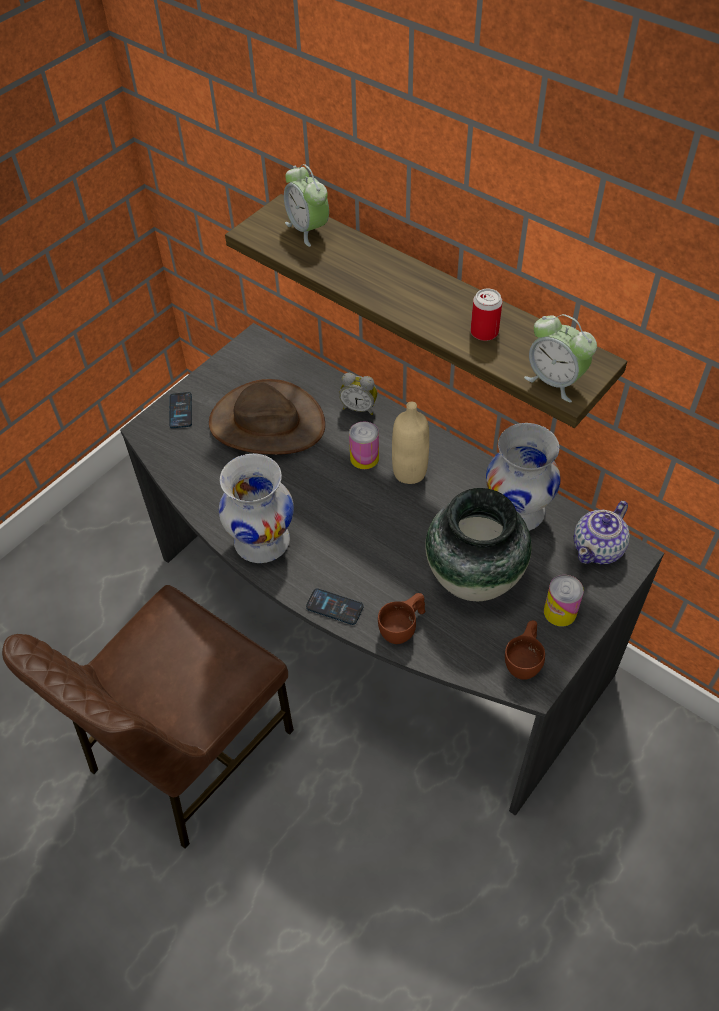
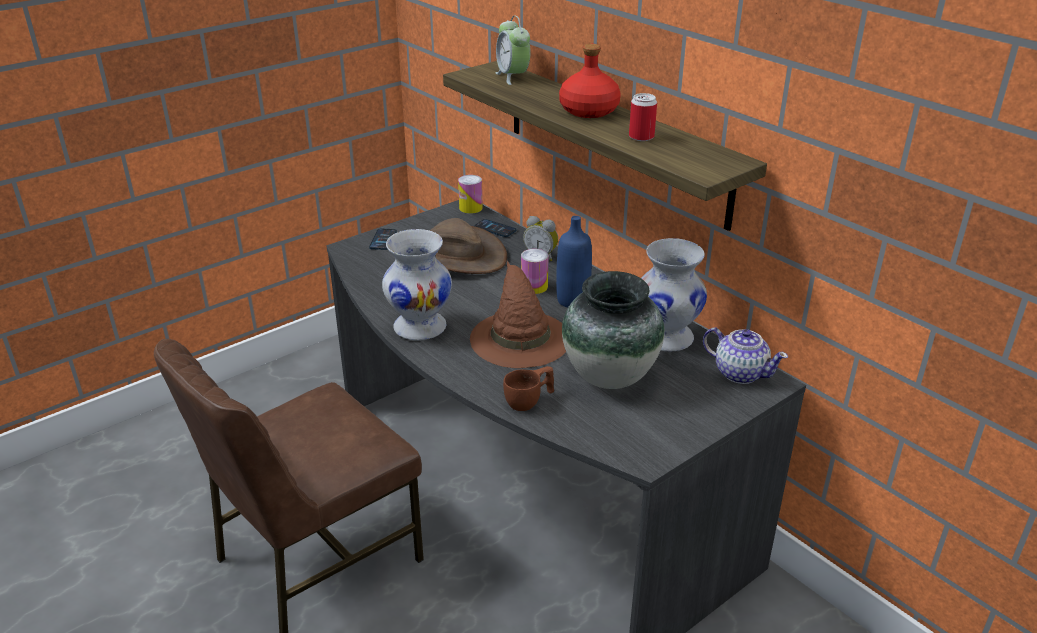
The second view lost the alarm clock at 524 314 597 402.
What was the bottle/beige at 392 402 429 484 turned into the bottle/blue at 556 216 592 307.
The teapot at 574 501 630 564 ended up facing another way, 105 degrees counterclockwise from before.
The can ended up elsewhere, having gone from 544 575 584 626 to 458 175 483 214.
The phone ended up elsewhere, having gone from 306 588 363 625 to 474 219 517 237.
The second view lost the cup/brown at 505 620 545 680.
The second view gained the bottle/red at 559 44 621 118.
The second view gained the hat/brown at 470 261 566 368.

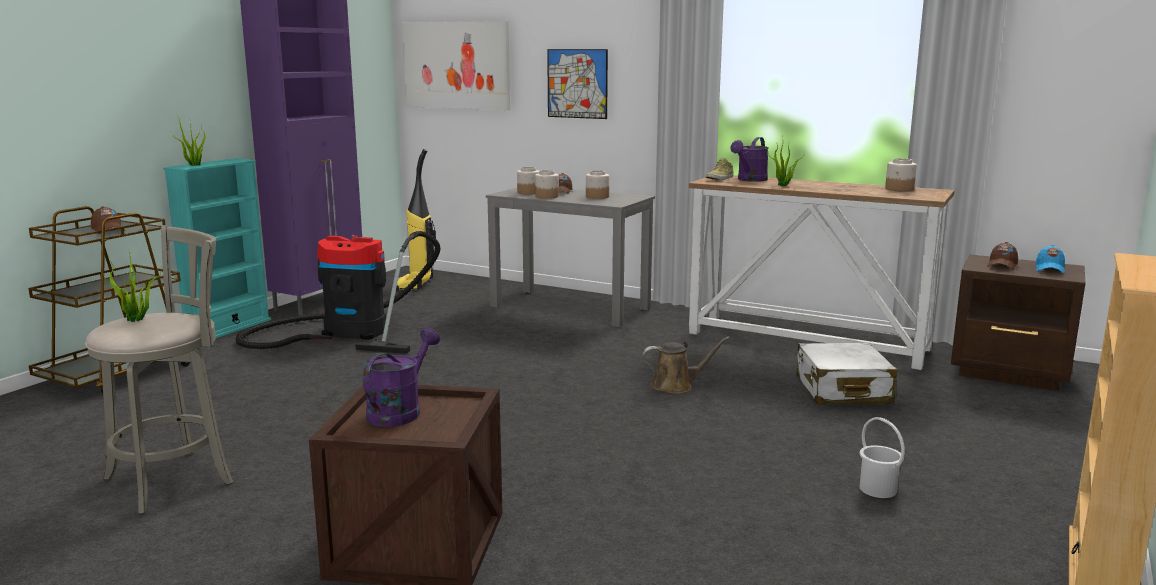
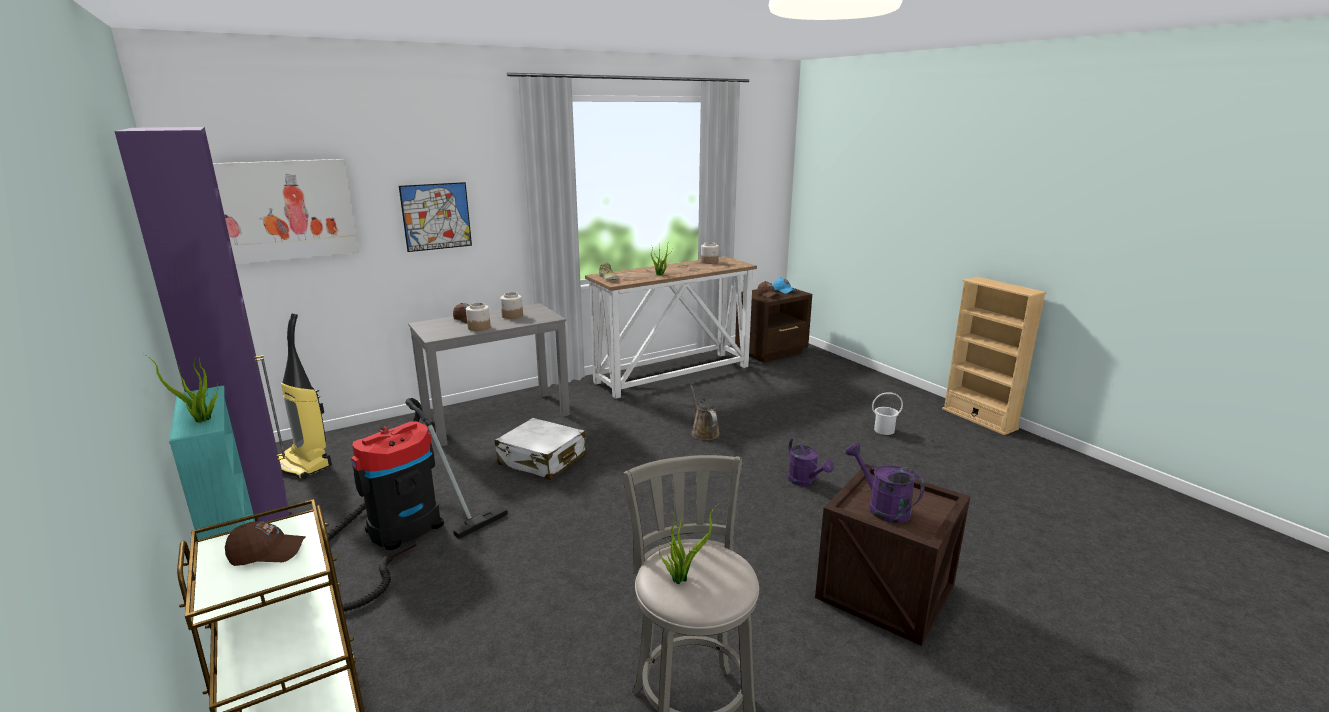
The watering can/purple ended up elsewhere, having gone from 730 137 769 182 to 788 438 834 486.
The second view lost the jar at 517 167 539 194.
The watering can/brown at 642 336 730 394 ended up facing another way, 45 degrees counterclockwise from before.
The suitcase/white ended up elsewhere, having gone from 796 342 897 404 to 495 418 587 480.

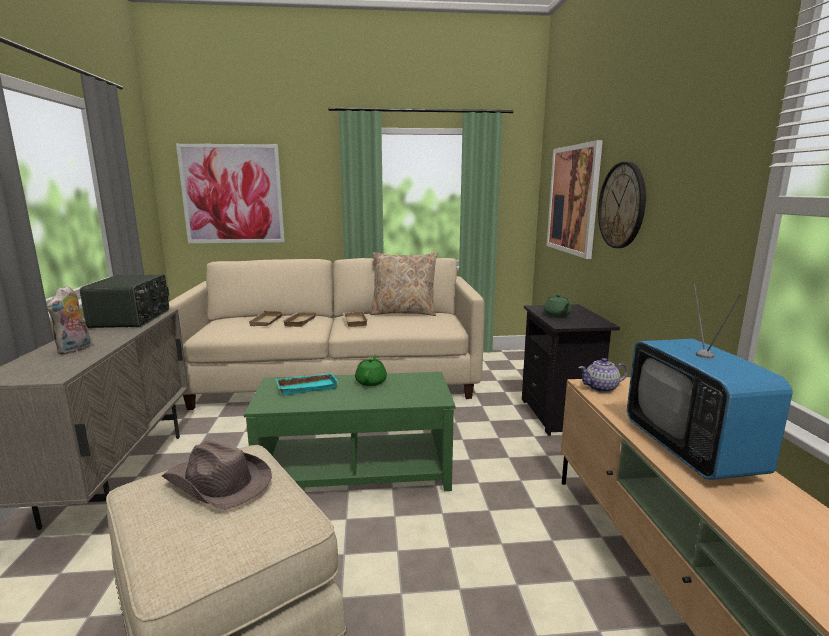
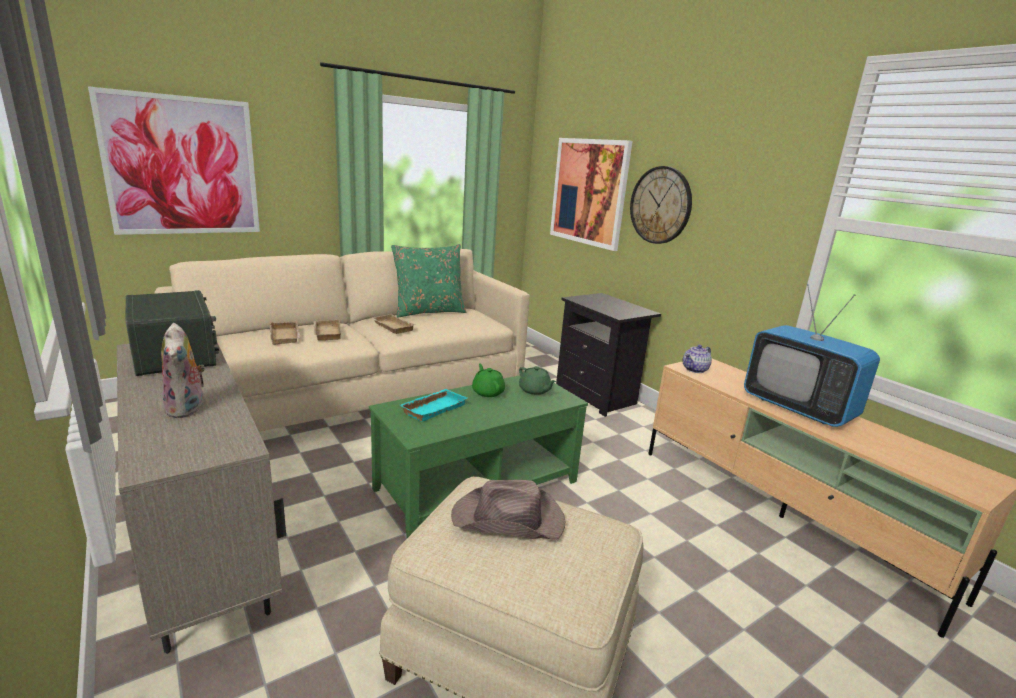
What was the pillow/beige at 370 252 437 316 turned into the pillow/green at 391 244 466 318.
The teapot/green ended up elsewhere, having gone from 544 294 571 317 to 519 366 556 395.

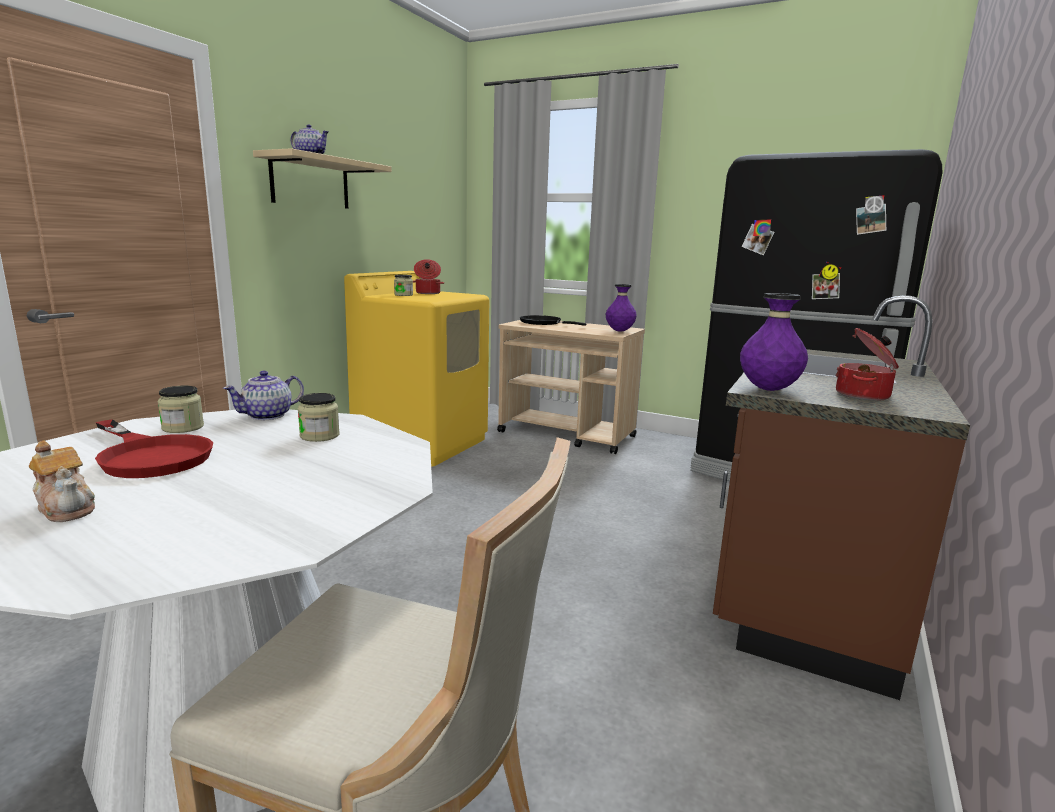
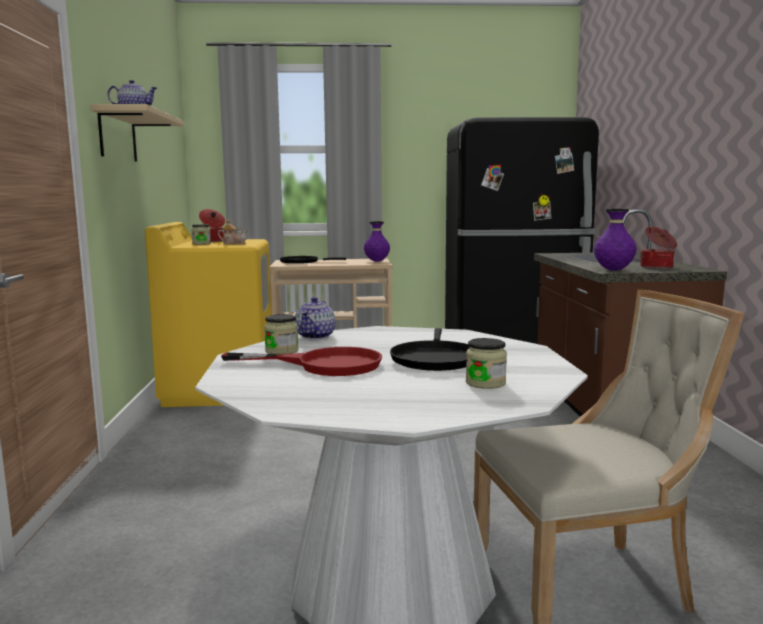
The jar ended up elsewhere, having gone from 298 393 340 442 to 466 338 507 389.
The teapot ended up elsewhere, having gone from 29 441 95 522 to 218 220 248 244.
The second view gained the frying pan/black at 390 328 470 371.

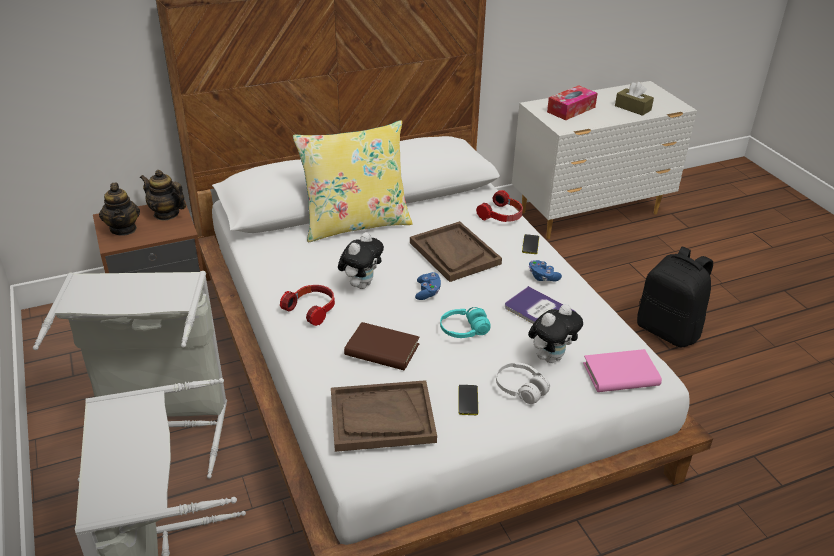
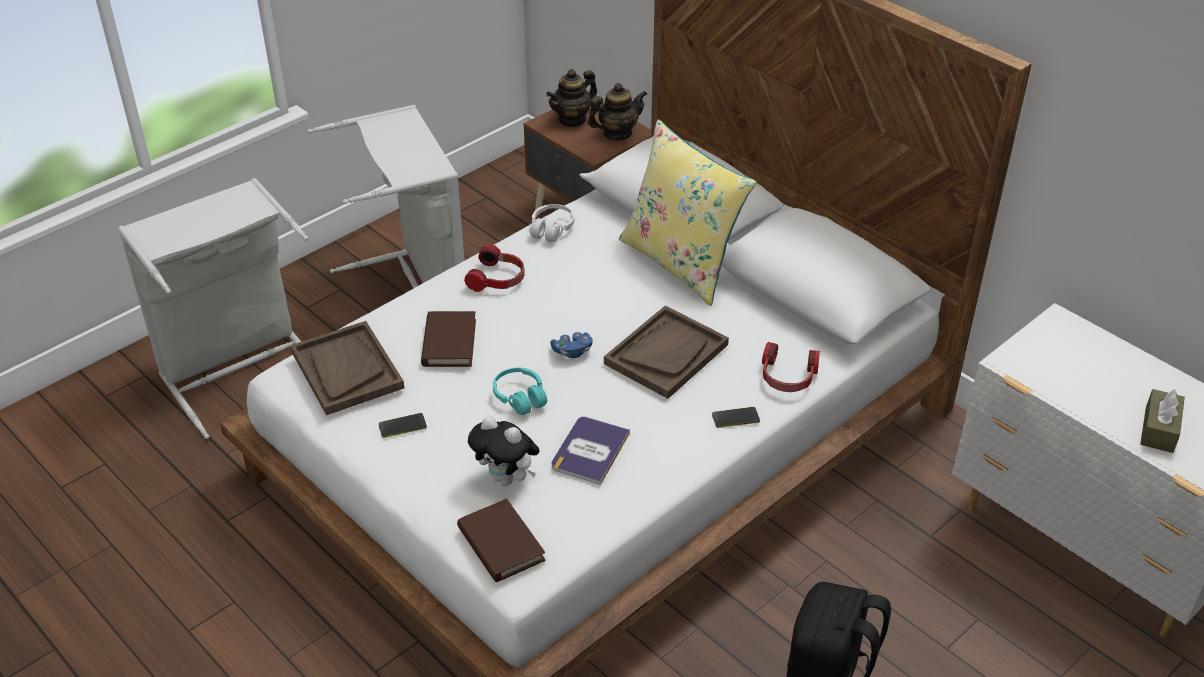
The second view lost the tissue box at 547 85 598 120.
The teapot at 140 170 186 221 ended up facing another way, 60 degrees clockwise from before.
The second view lost the plush toy at 338 232 384 289.
The second view lost the game controller/blue at 529 260 562 282.
What was the book/pink at 583 349 662 392 turned into the book/brown at 457 499 546 582.
The headphones/white ended up elsewhere, having gone from 496 362 550 404 to 530 204 575 242.

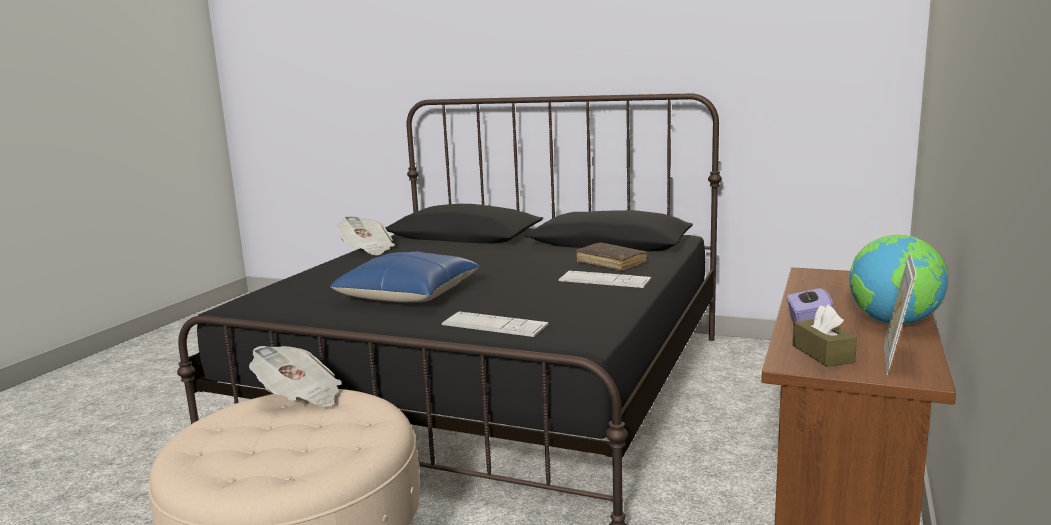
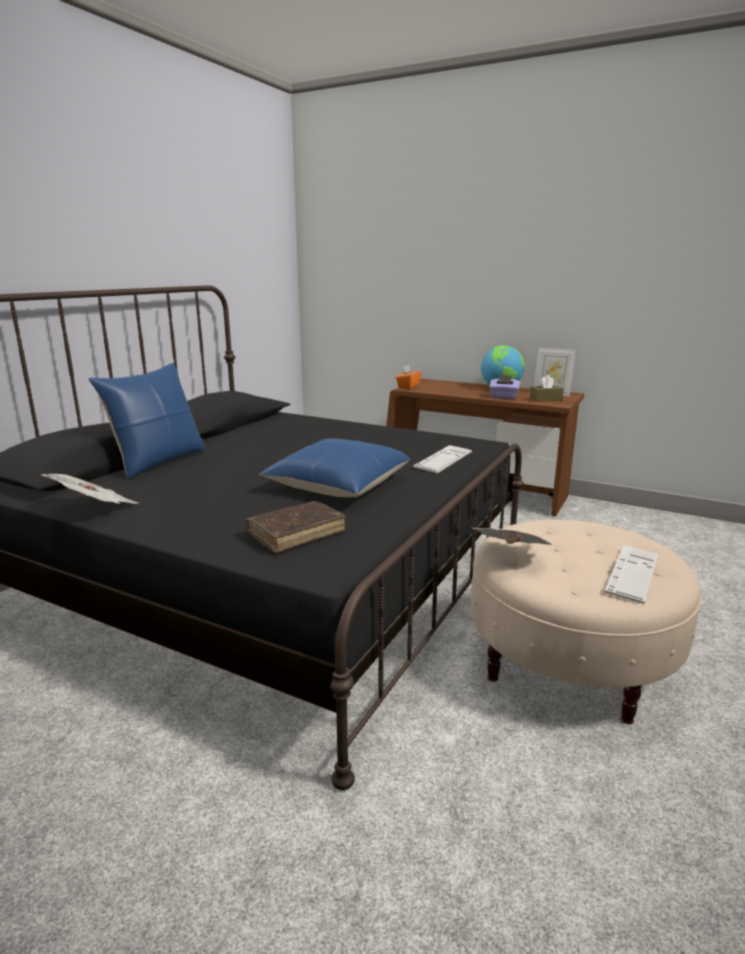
The book/brown ended up elsewhere, having gone from 576 243 647 271 to 246 501 345 553.
The keyboard ended up elsewhere, having gone from 559 271 651 288 to 605 545 658 604.
The second view gained the pillow/blue at 89 363 205 479.
The second view gained the tissue box/orange at 396 365 421 389.

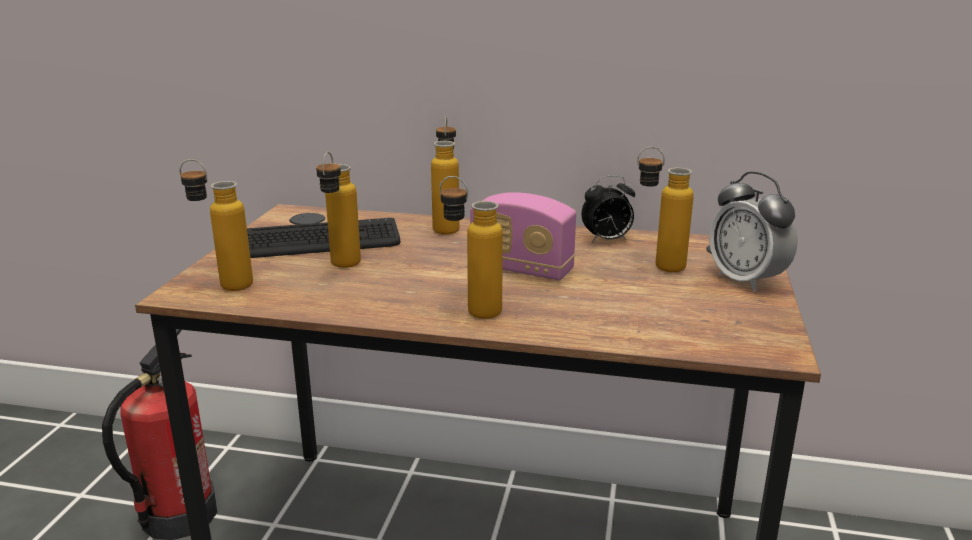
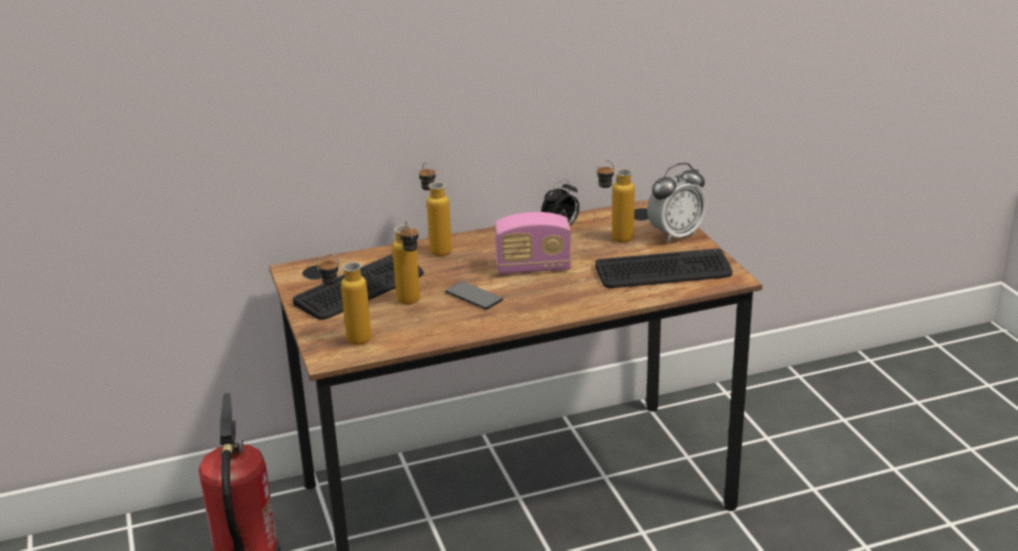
The alarm clock at 709 171 798 292 ended up facing another way, 60 degrees counterclockwise from before.
The second view lost the bottle at 439 176 503 319.
The second view gained the keyboard at 595 249 732 288.
The second view gained the phone at 445 281 503 310.

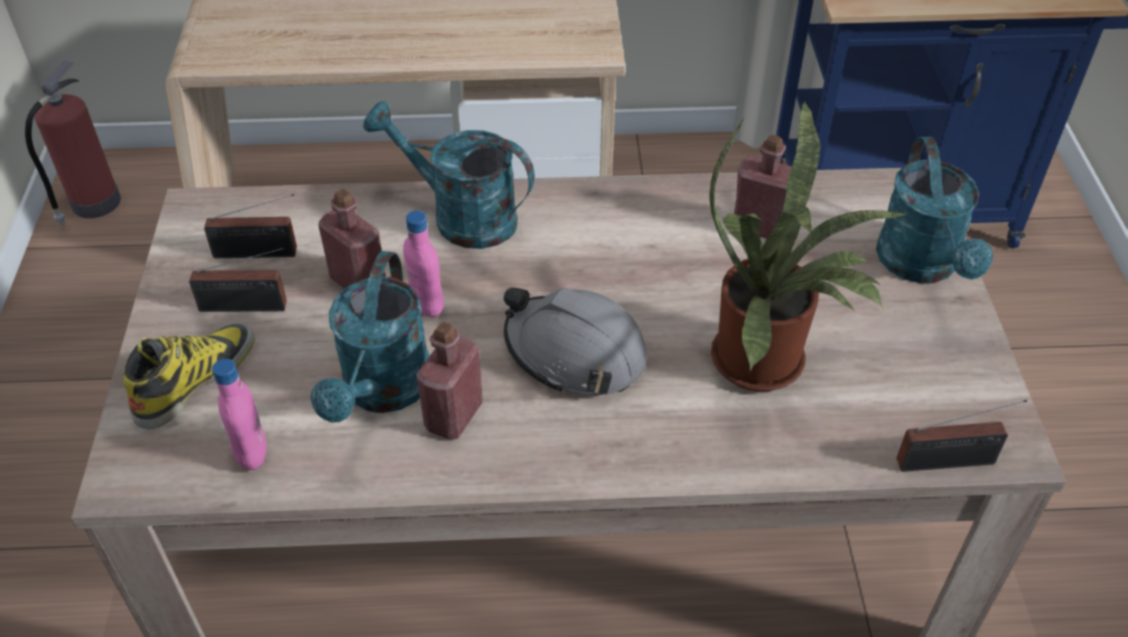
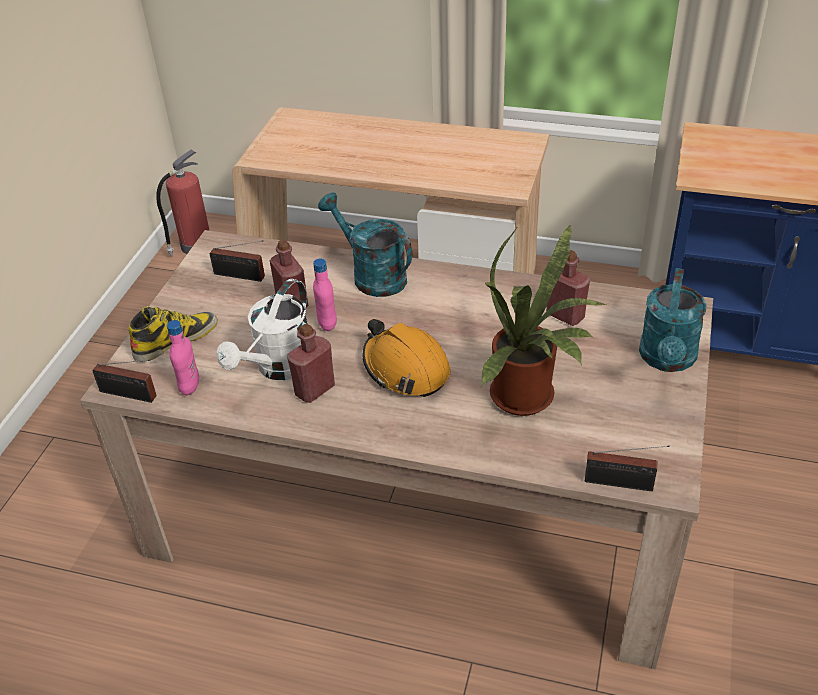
The radio ended up elsewhere, having gone from 189 248 287 312 to 92 360 157 403.
What was the watering can/turquoise at 311 251 429 423 turned into the watering can/white at 216 279 308 380.
What was the hard hat/grey at 504 287 647 395 turned into the hard hat/orange at 362 319 450 397.

